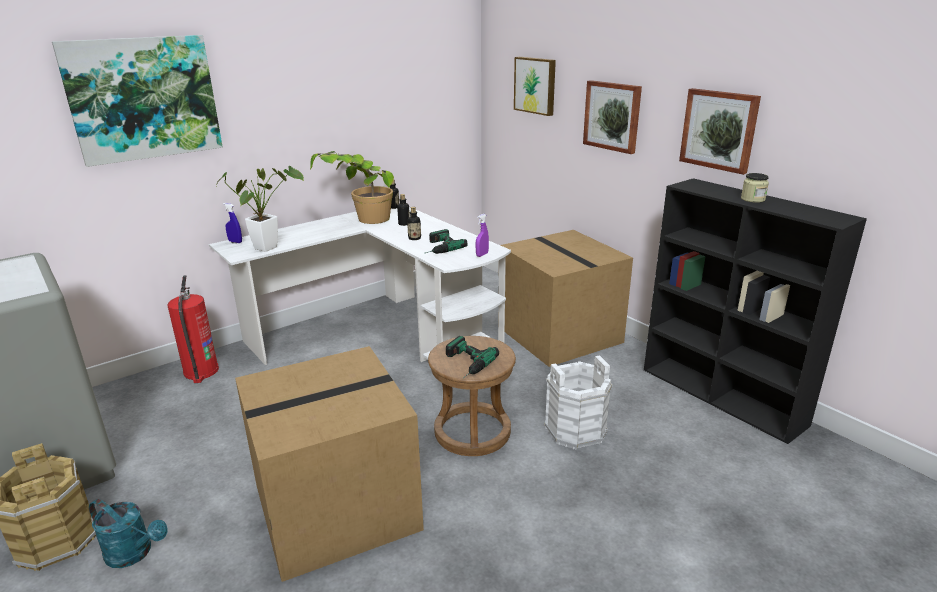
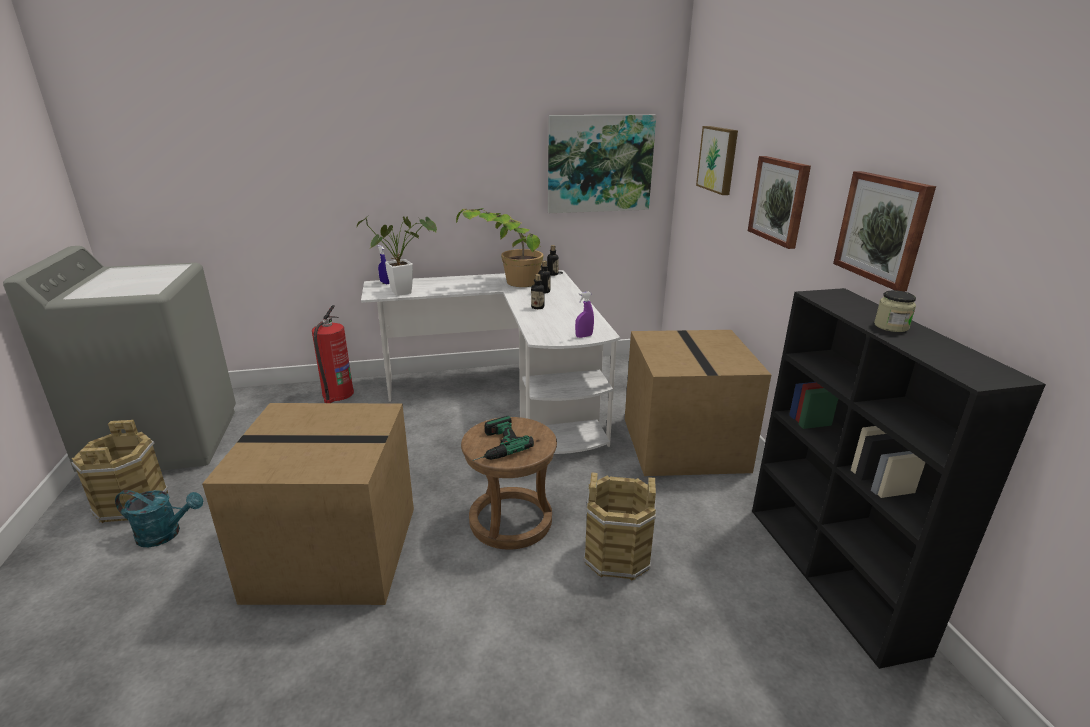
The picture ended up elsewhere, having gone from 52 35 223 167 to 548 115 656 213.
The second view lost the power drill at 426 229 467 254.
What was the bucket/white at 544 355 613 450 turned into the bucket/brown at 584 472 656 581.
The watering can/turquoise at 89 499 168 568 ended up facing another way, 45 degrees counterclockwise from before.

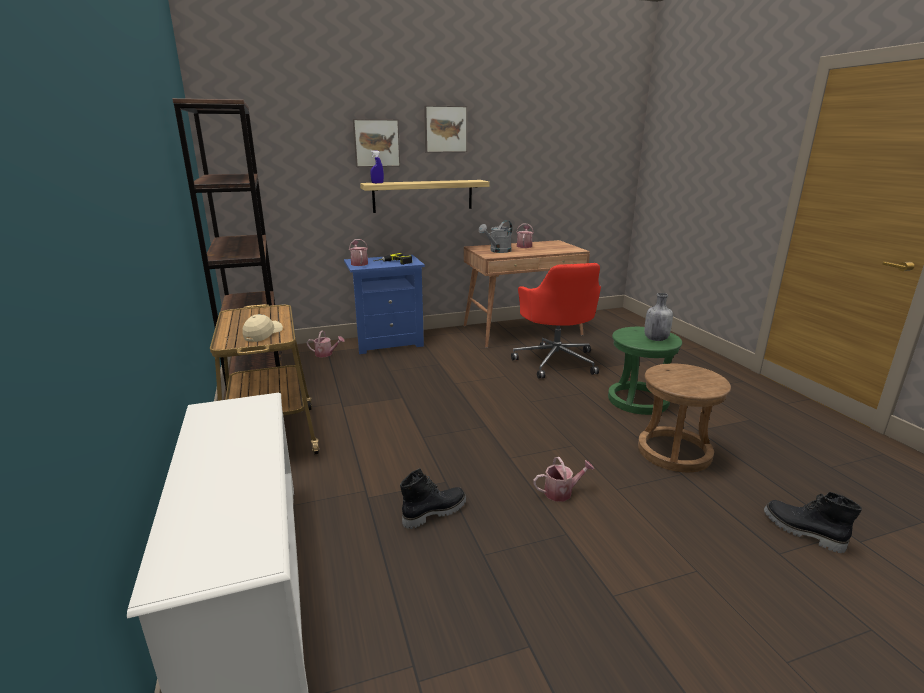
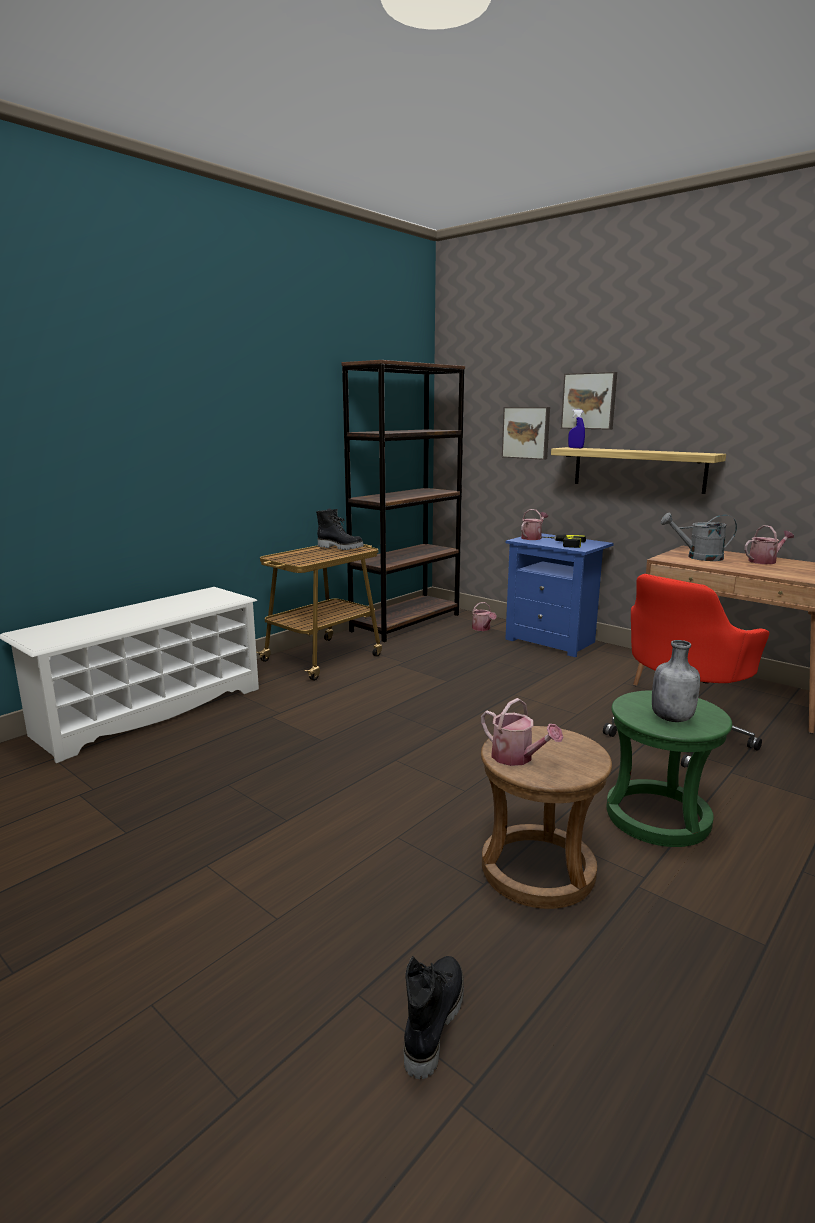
The picture ended up elsewhere, having gone from 424 105 467 153 to 502 407 550 460.
The second view lost the cap/beige at 243 314 283 342.
The watering can ended up elsewhere, having gone from 533 457 594 502 to 481 698 563 766.
The boot/black ended up elsewhere, having gone from 400 468 466 529 to 316 508 364 550.

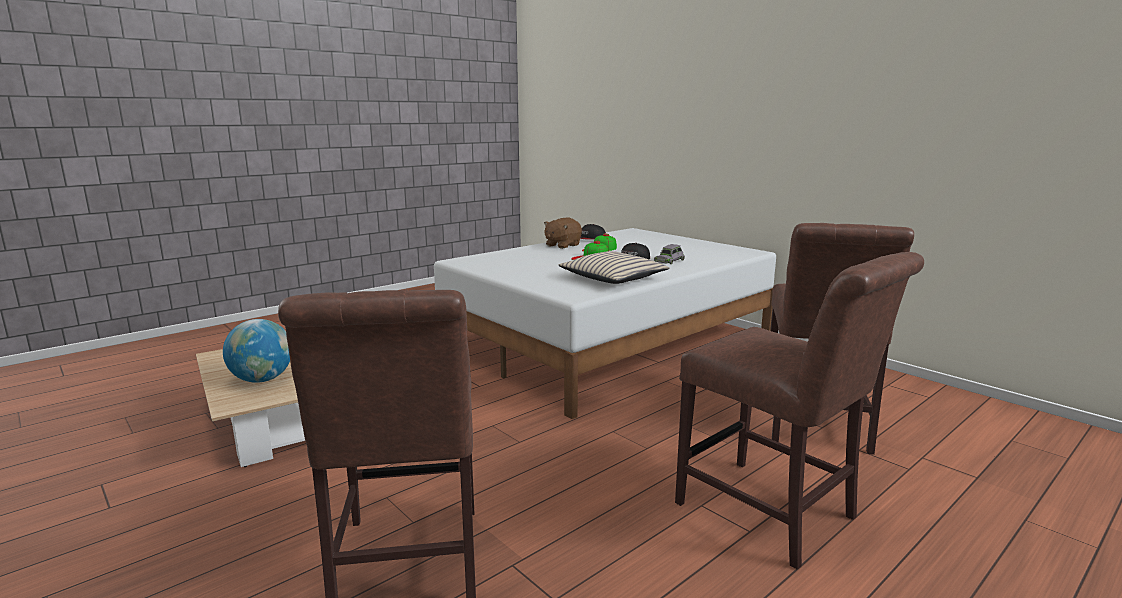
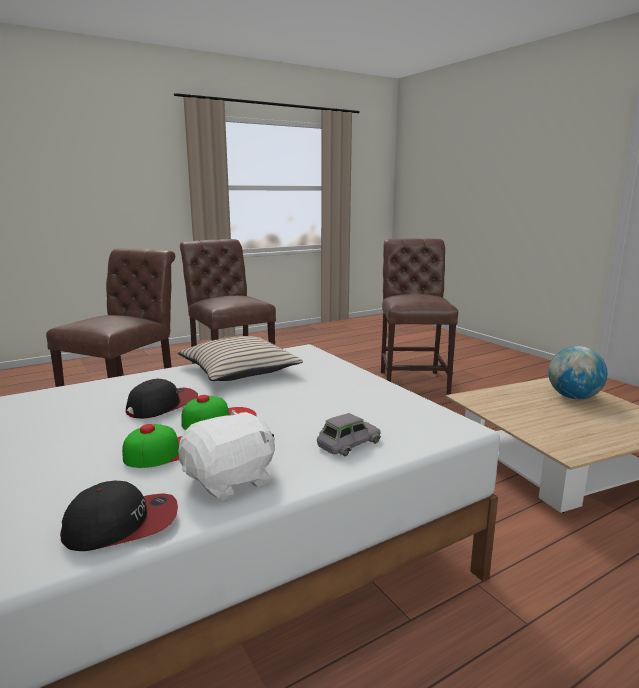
What was the plush toy/brown at 544 217 582 249 turned into the plush toy/white at 178 409 275 500.
The toy car/grey ended up elsewhere, having gone from 654 244 685 264 to 317 413 381 456.

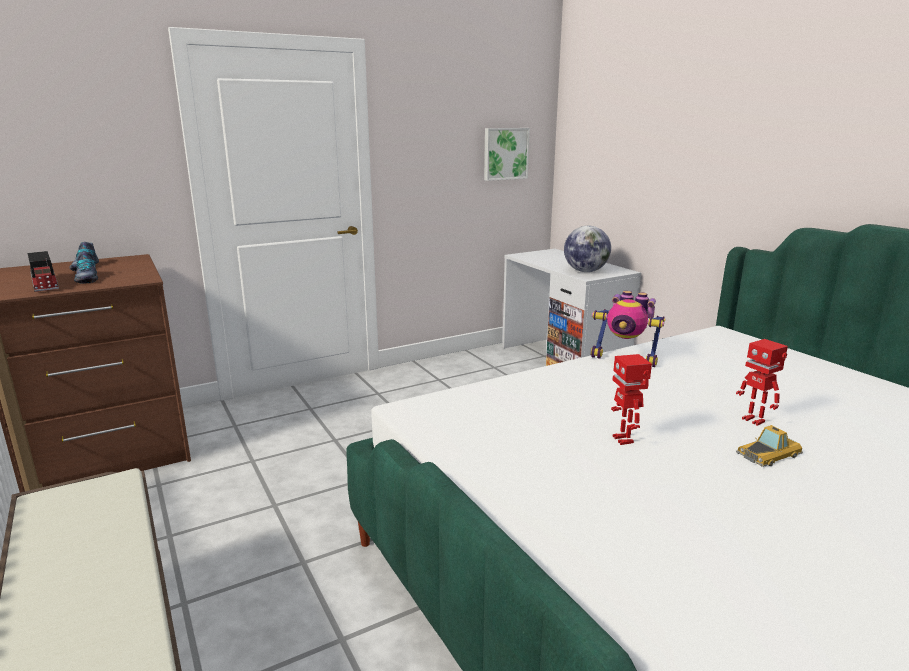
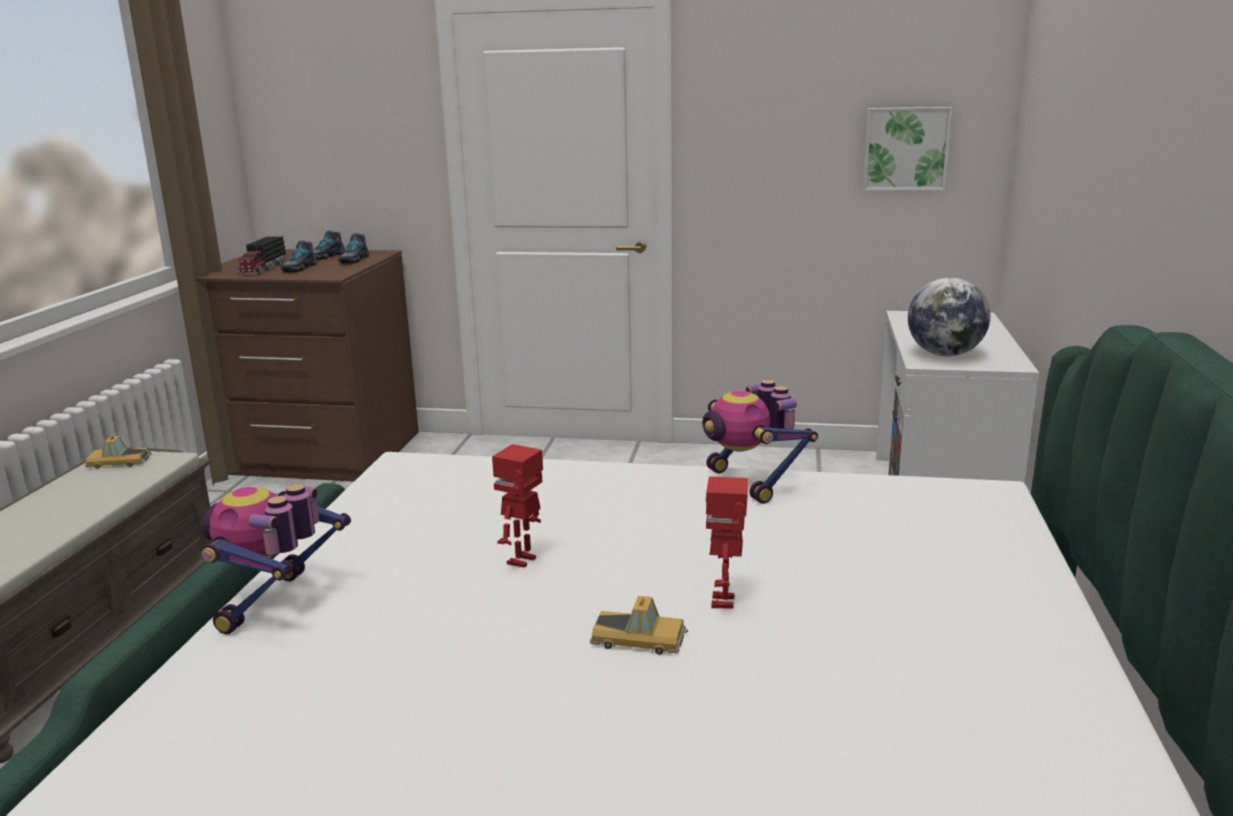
The second view gained the shoe at 338 233 369 264.
The second view gained the toy car at 85 436 152 469.
The second view gained the toy robot at 201 484 351 634.

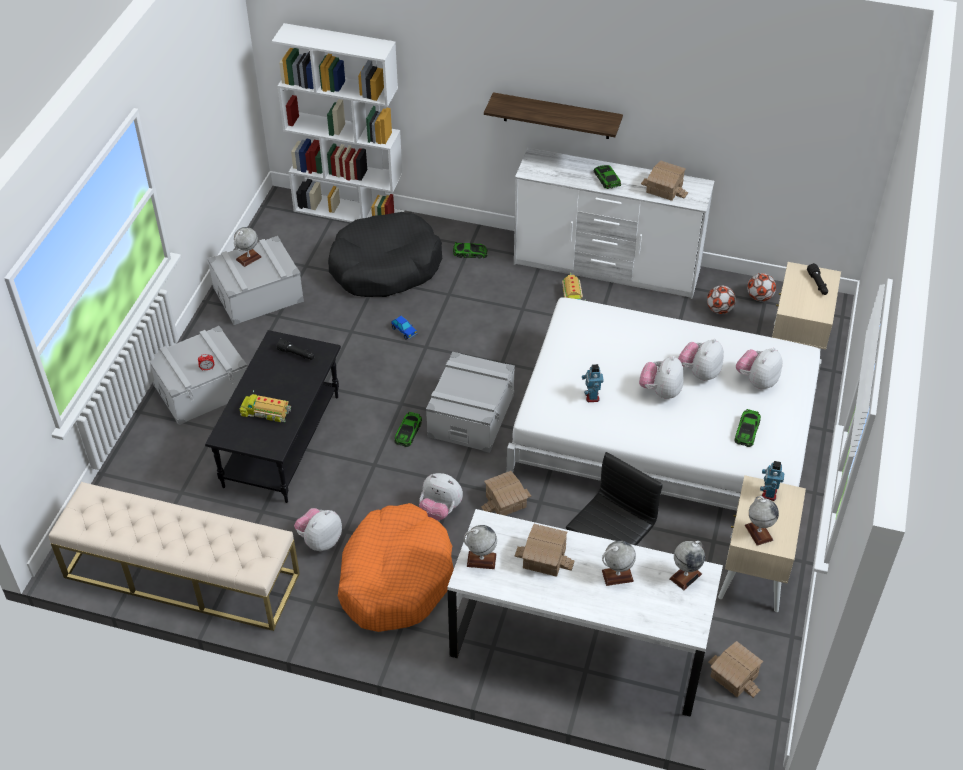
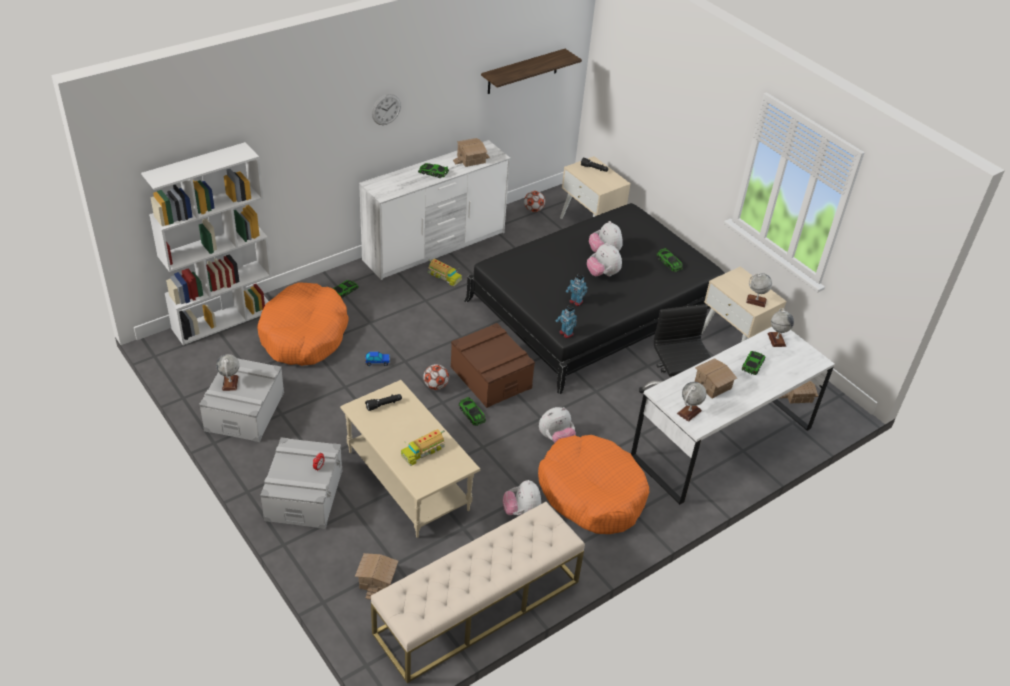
The shelf ended up elsewhere, having gone from 484 92 623 139 to 481 49 582 94.
What was the dog bed/black at 328 212 442 297 turned into the dog bed/orange at 257 283 349 366.
The football ended up elsewhere, having gone from 707 285 736 314 to 423 364 449 390.
What was the bed/white at 506 297 822 511 turned into the bed/black at 464 203 725 394.
What was the coffee table/black at 205 330 341 503 turned into the coffee table/beige at 340 380 480 538.
The second view lost the plush toy at 736 348 782 389.
What was the storage box/grey at 426 352 515 453 turned into the storage box/brown at 451 323 535 408.
The toy robot ended up elsewhere, having gone from 760 461 784 501 to 556 305 577 338.
The toy house ended up elsewhere, having gone from 481 471 531 516 to 355 553 399 600.
Where the globe stood at 602 540 636 586, the toy car came to stand at 742 351 765 375.
The second view gained the wall clock at 372 94 401 125.

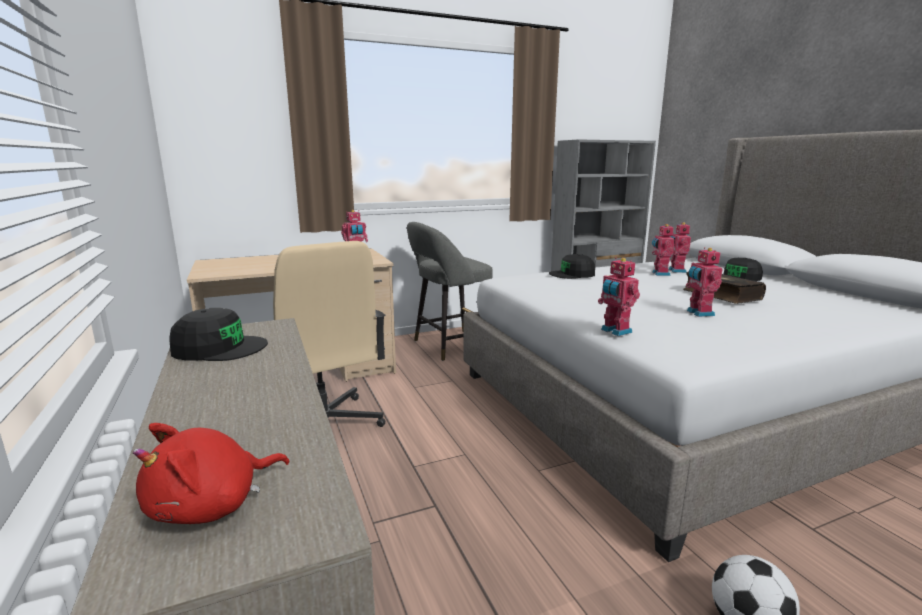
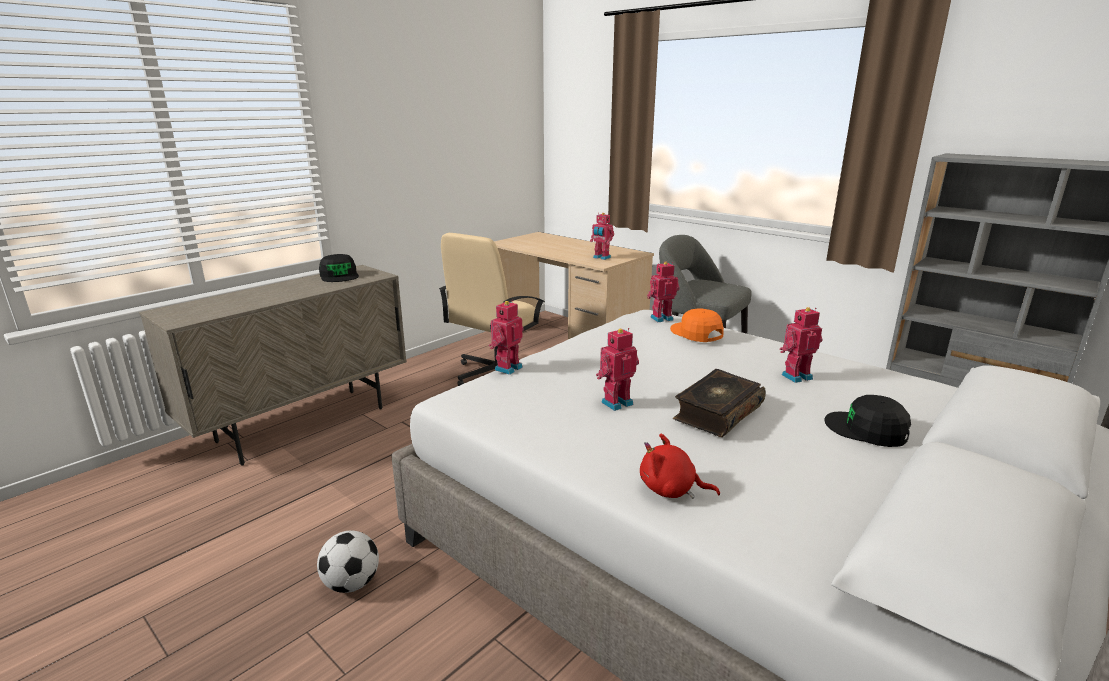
The toy robot ended up elsewhere, having gone from 669 222 691 273 to 647 262 680 322.
What was the cap/black at 549 254 595 279 turned into the cap/orange at 670 309 724 342.
The plush toy/red ended up elsewhere, having gone from 133 423 289 524 to 640 434 720 499.

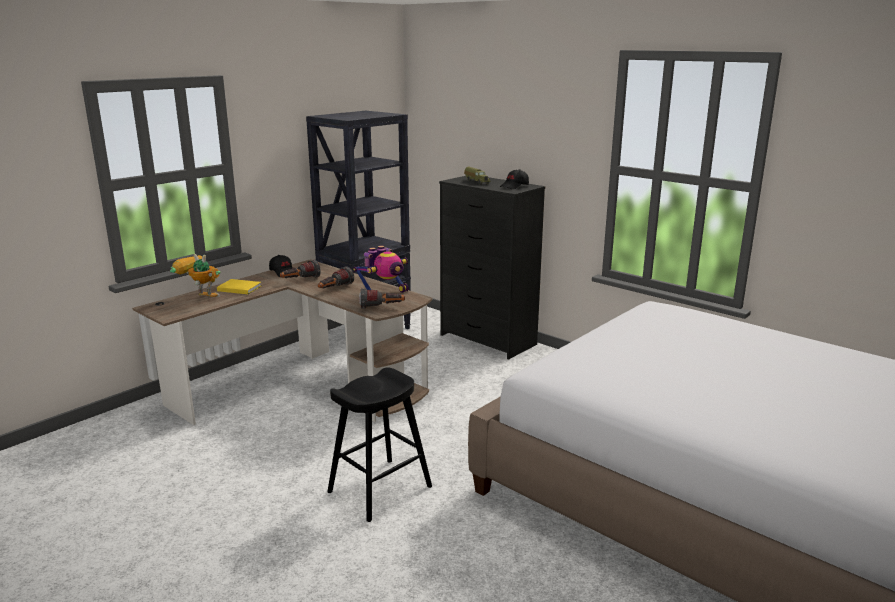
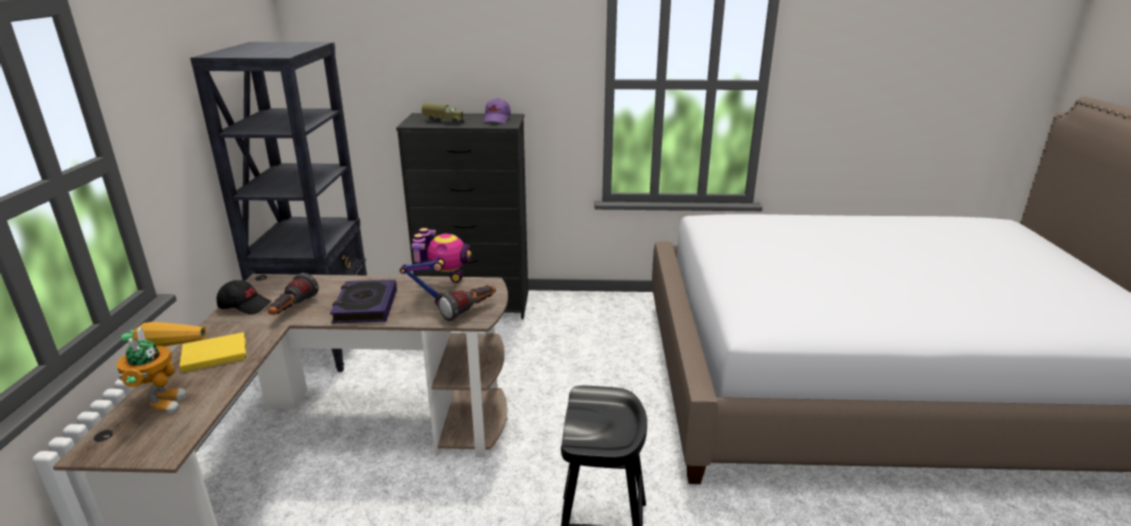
What was the cap/black at 500 169 529 189 turned into the cap/purple at 483 98 511 123.
The toy robot at 170 254 221 297 ended up facing another way, 105 degrees clockwise from before.
Where the flashlight stood at 318 267 354 288, the book came to stand at 330 280 397 324.

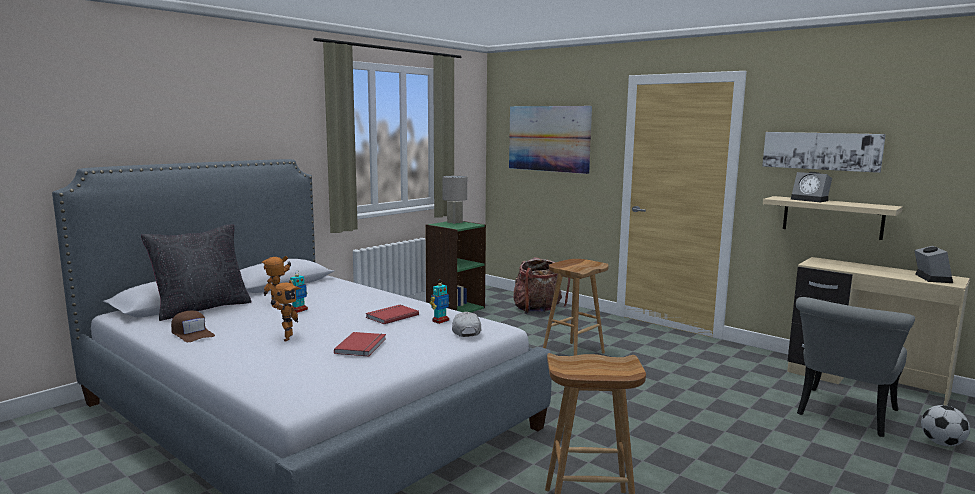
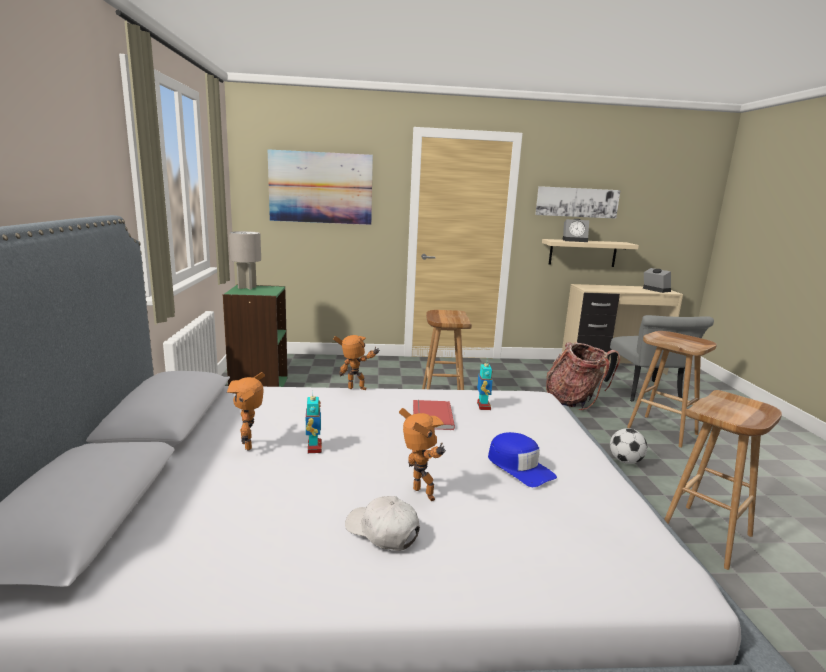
The second view lost the pillow/black at 141 224 251 321.
The backpack ended up elsewhere, having gone from 513 258 570 314 to 546 342 620 410.
The second view lost the cap/brown at 171 311 215 342.
The cap/white ended up elsewhere, having gone from 452 312 482 337 to 345 496 420 551.
Where the book/red stood at 334 332 386 357, the cap/blue came to stand at 488 432 557 487.
The football ended up elsewhere, having gone from 921 405 970 446 to 610 428 647 464.
The second view gained the stool/brown at 627 331 717 448.
The second view gained the toy robot at 333 335 380 390.

